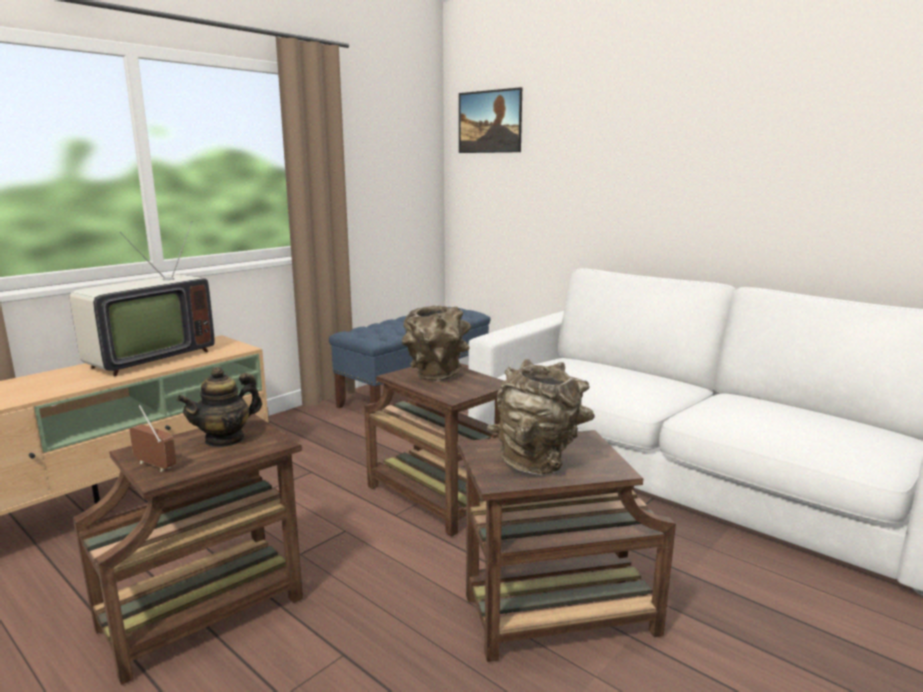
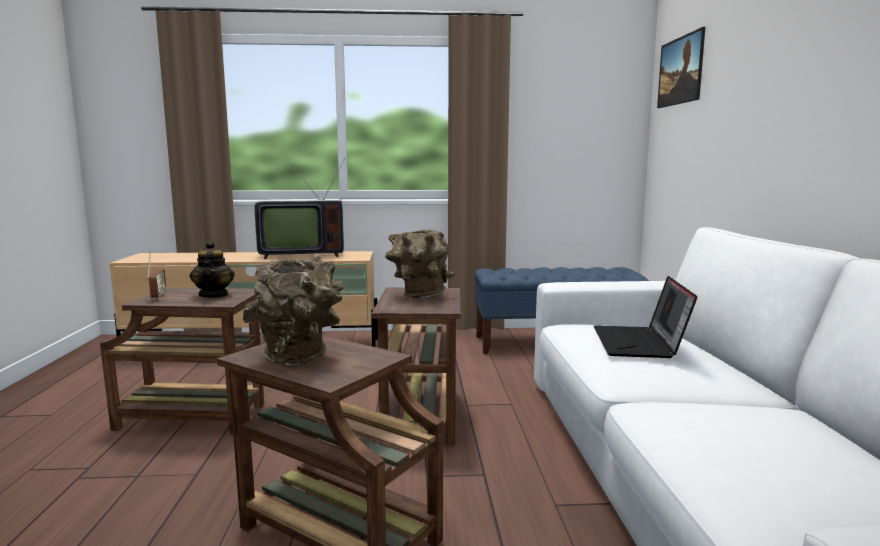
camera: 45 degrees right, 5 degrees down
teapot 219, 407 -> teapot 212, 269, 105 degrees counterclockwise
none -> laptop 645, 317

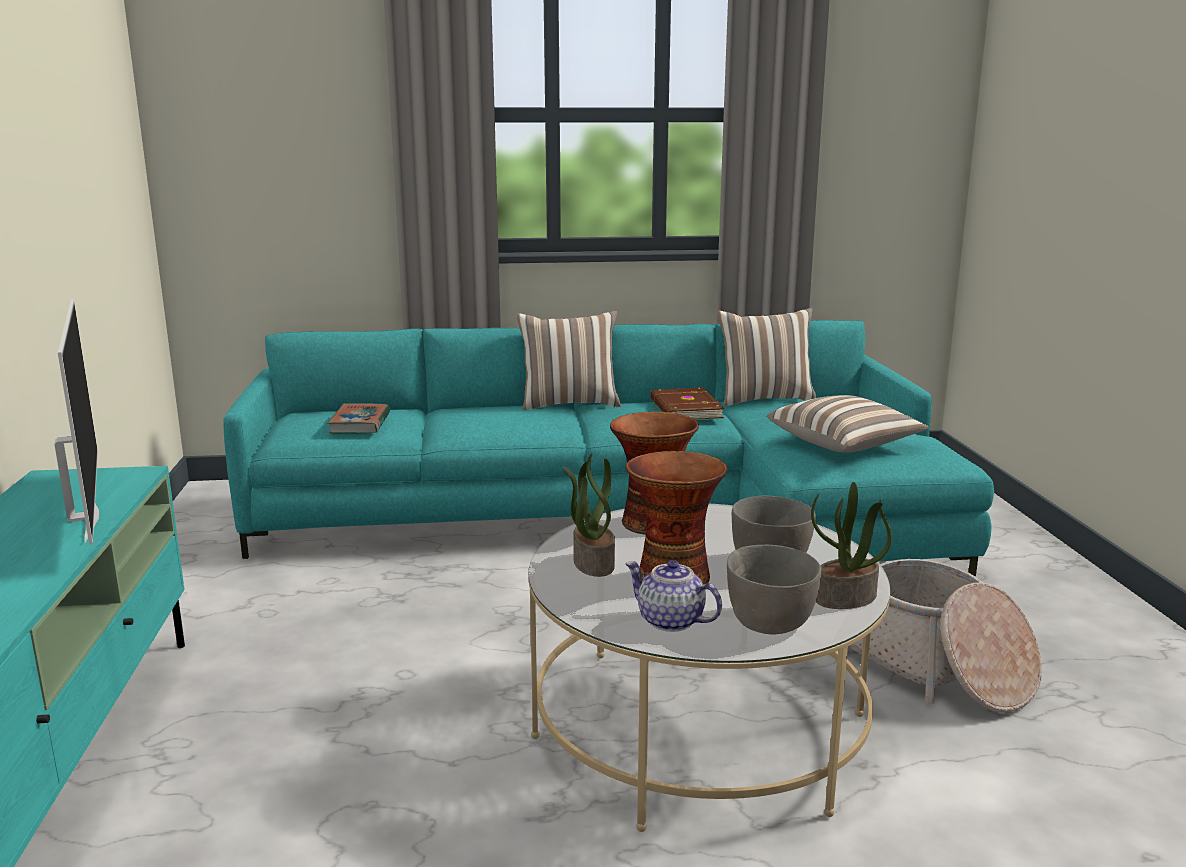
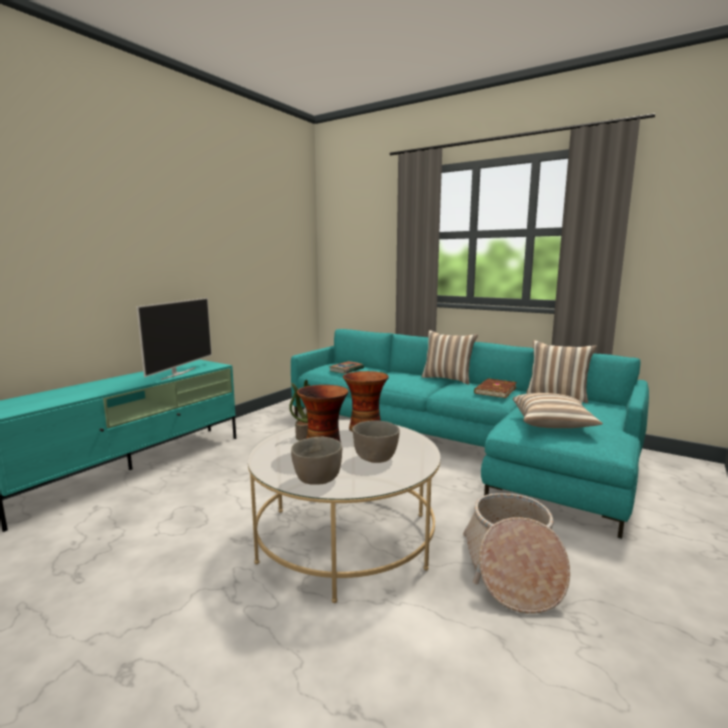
camera: 40 degrees right, 5 degrees down
teapot 673, 596 -> none
potted plant 851, 545 -> none

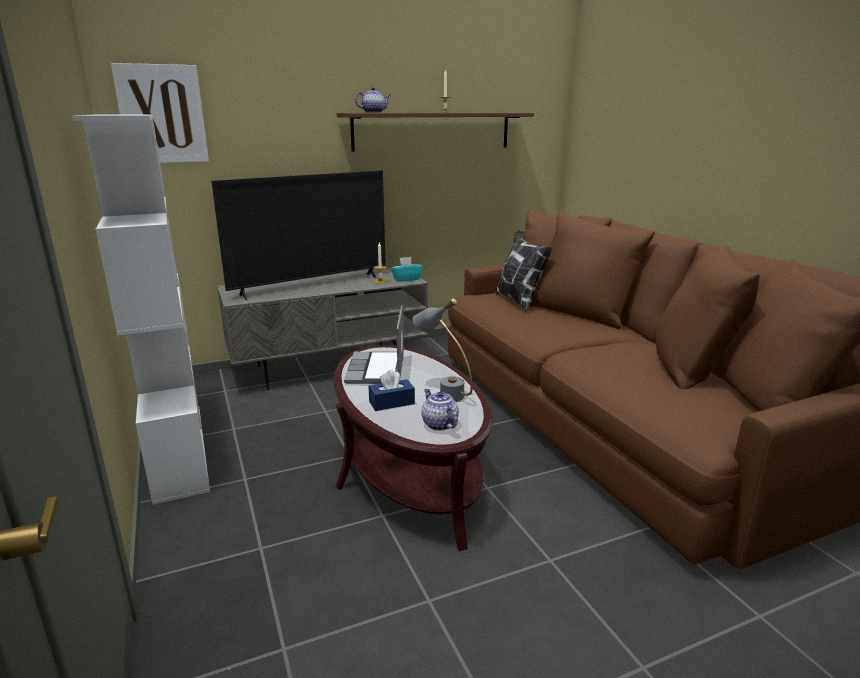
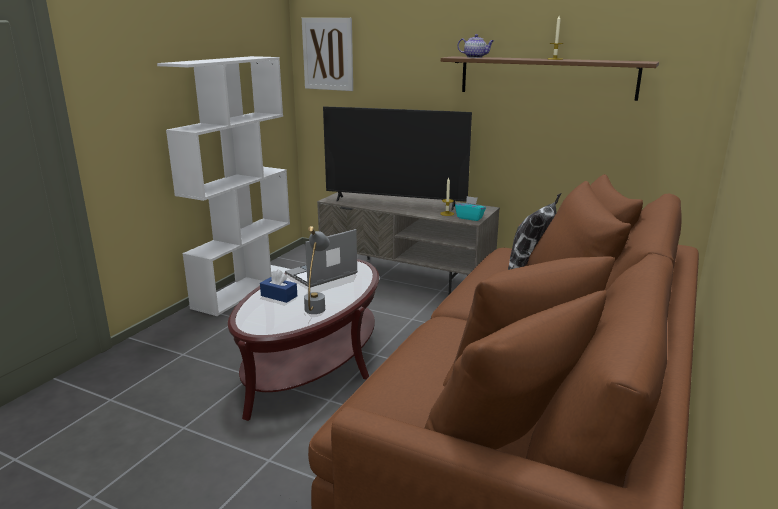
camera: 50 degrees right, 0 degrees up
teapot 440, 410 -> none

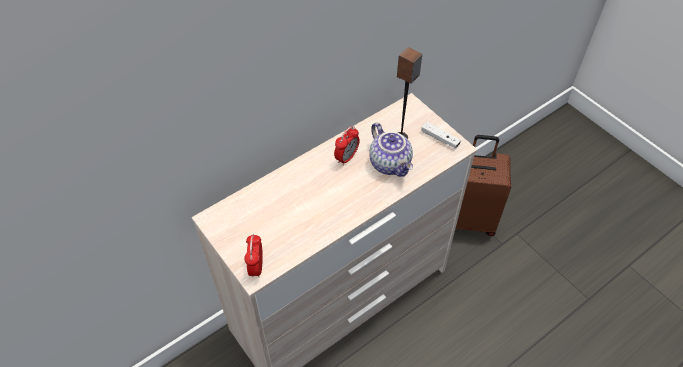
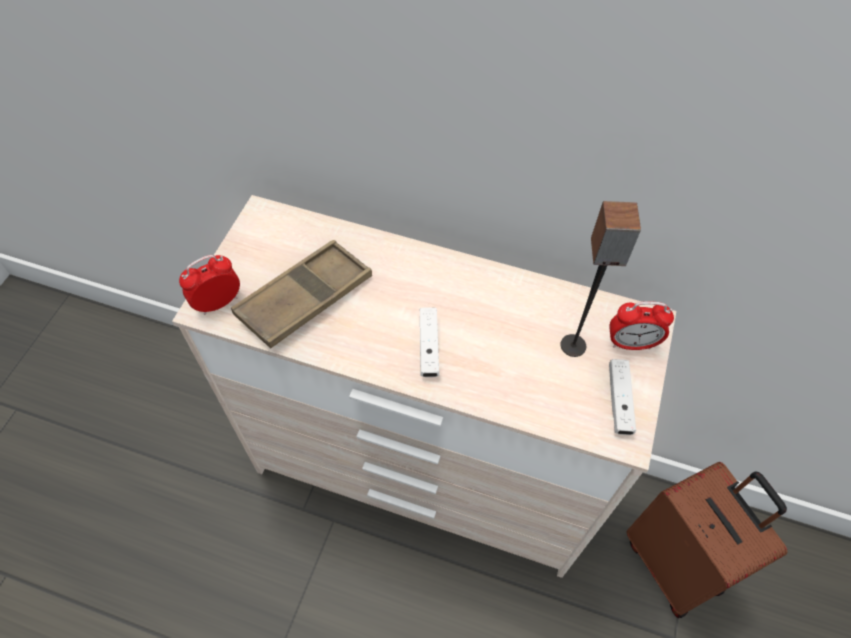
camera: 55 degrees right, 5 degrees up
none -> tray (brown) 301, 294
none -> game controller (white) 429, 342
alarm clock 347, 145 -> alarm clock 641, 325, move
teapot 391, 150 -> none

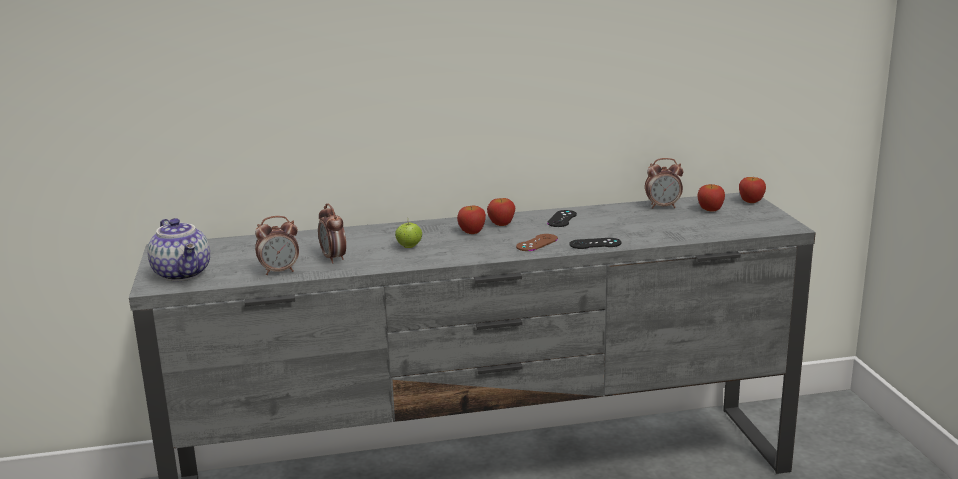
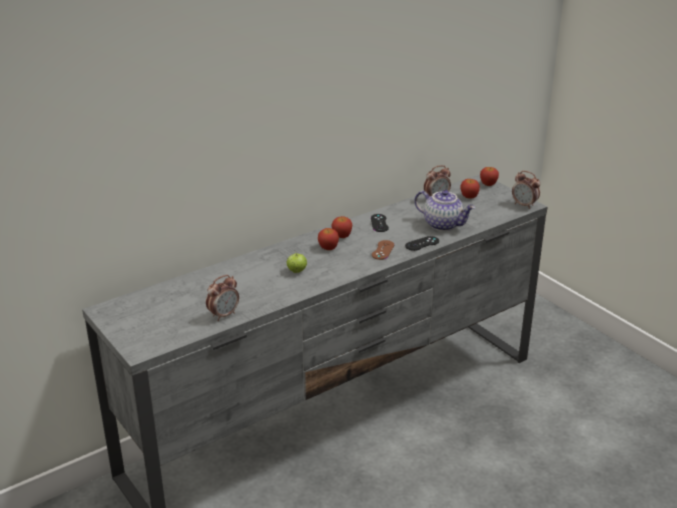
camera: 25 degrees left, 10 degrees up
teapot 178, 249 -> teapot 444, 210, move
alarm clock 332, 233 -> alarm clock 526, 190, move

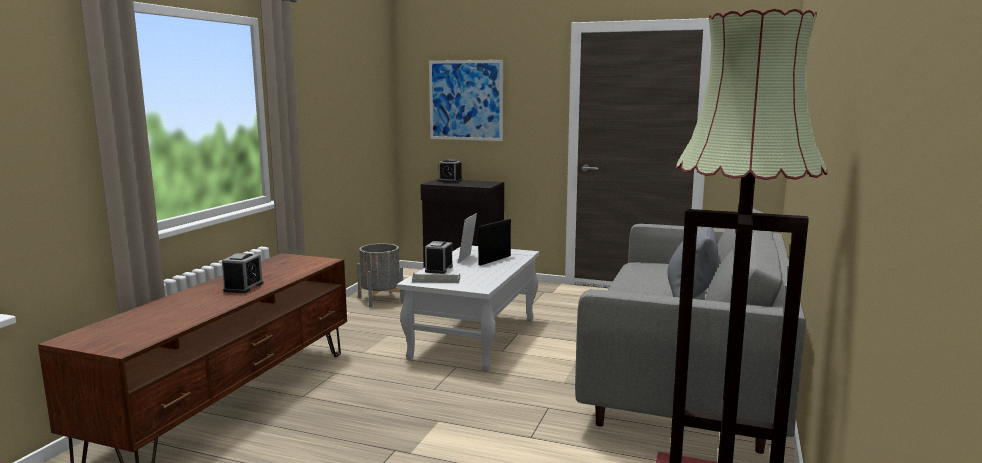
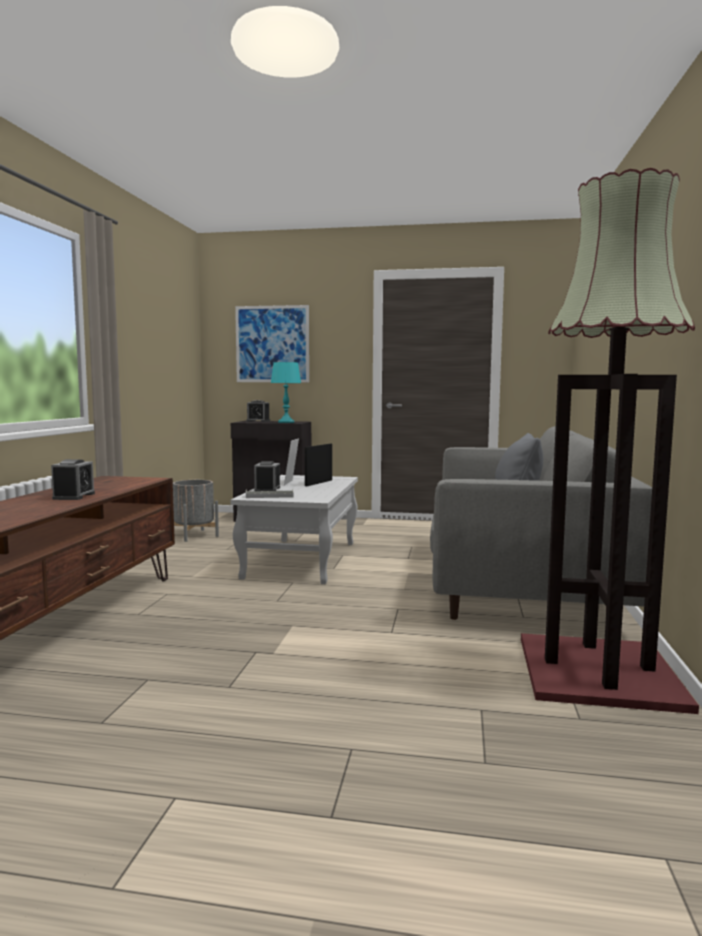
camera: 10 degrees left, 5 degrees down
none -> table lamp (turquoise) 286, 392

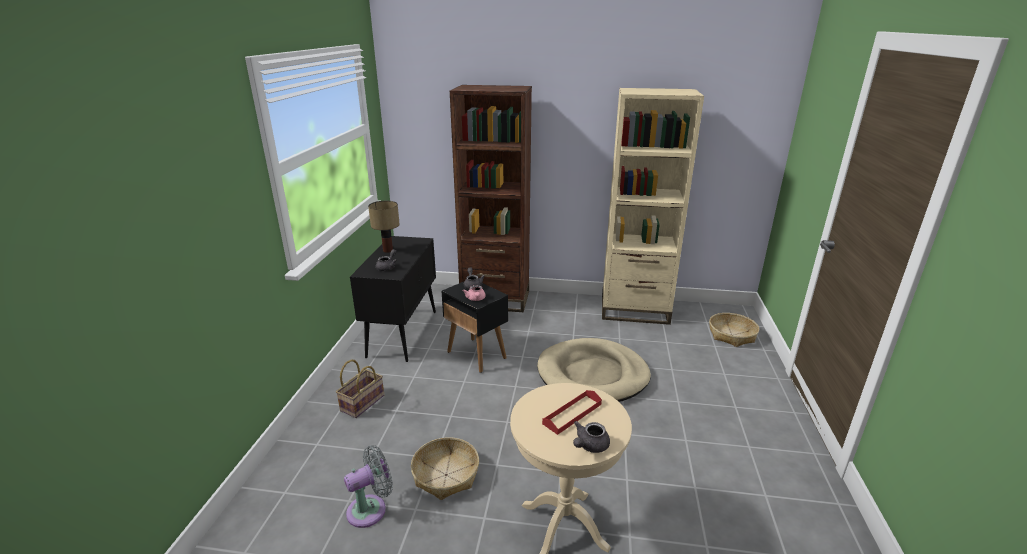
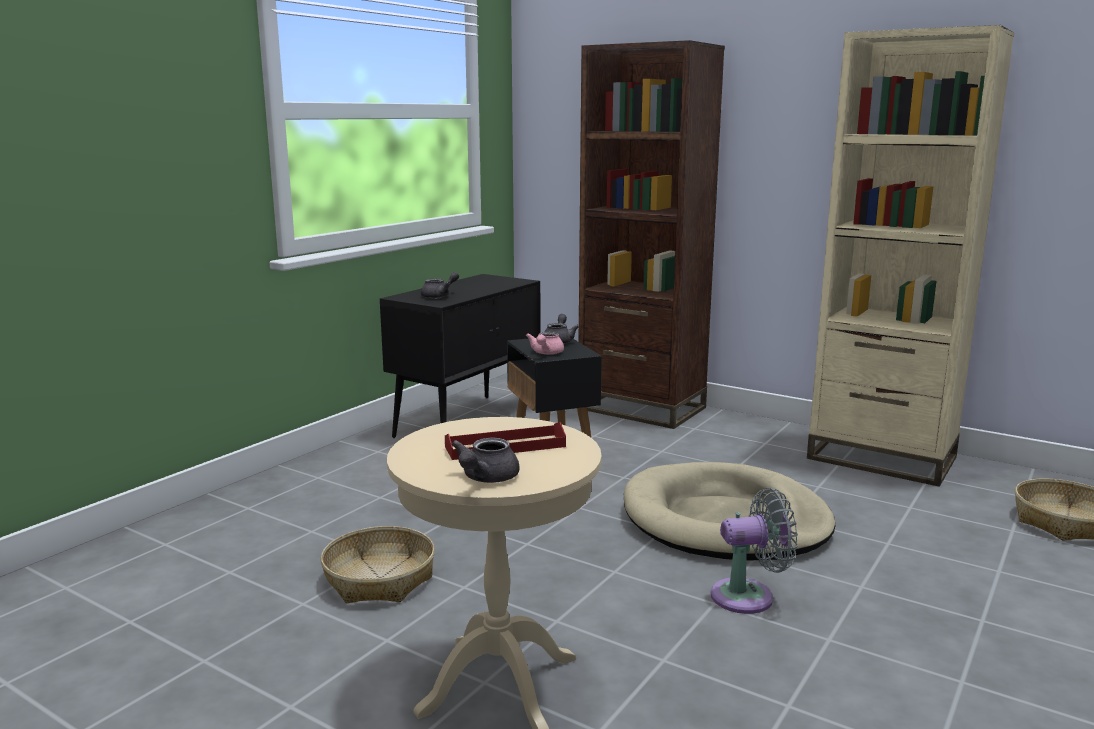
camera: 25 degrees right, 10 degrees down
teapot (grey) 591, 437 -> teapot (grey) 485, 460, 45 degrees counterclockwise
fan (grey) 368, 486 -> fan (grey) 754, 551, move
basket 360, 389 -> none
table lamp 384, 227 -> none

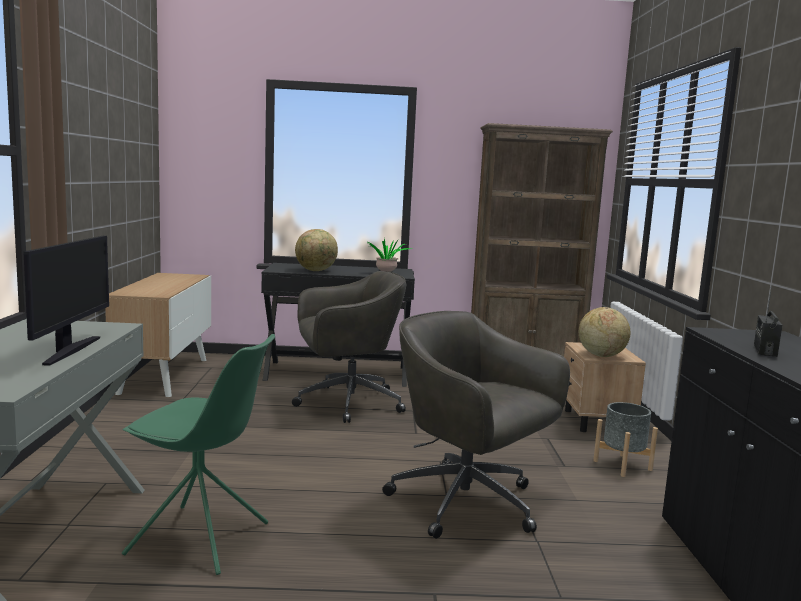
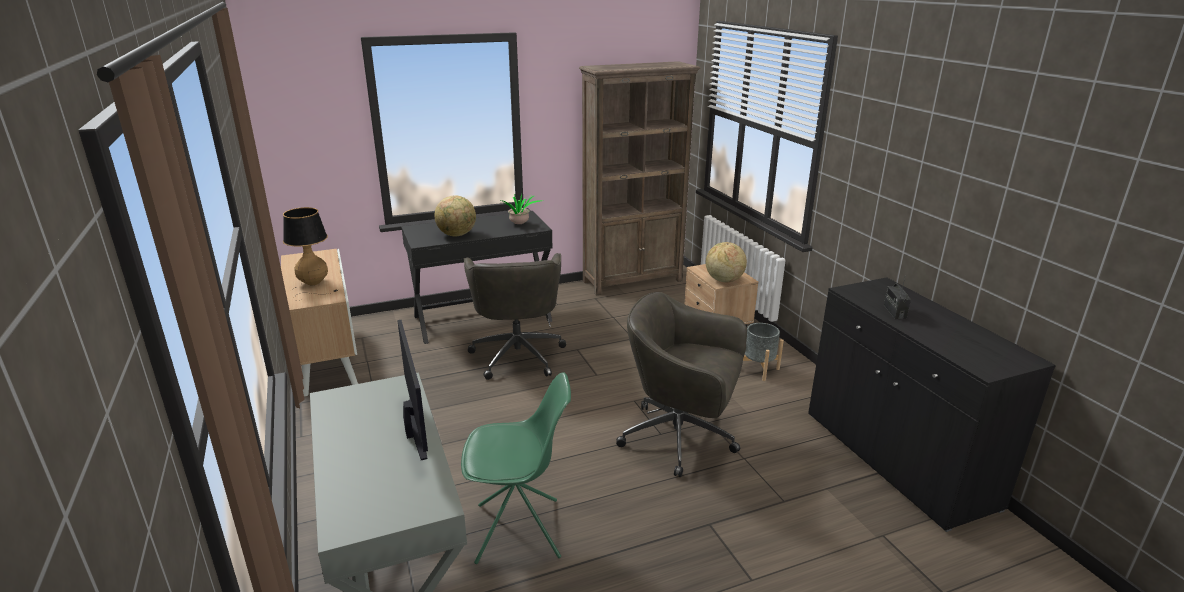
camera: 20 degrees left, 15 degrees up
none -> table lamp 310, 254
office chair (grey) 349, 347 -> office chair (grey) 515, 316, 120 degrees clockwise

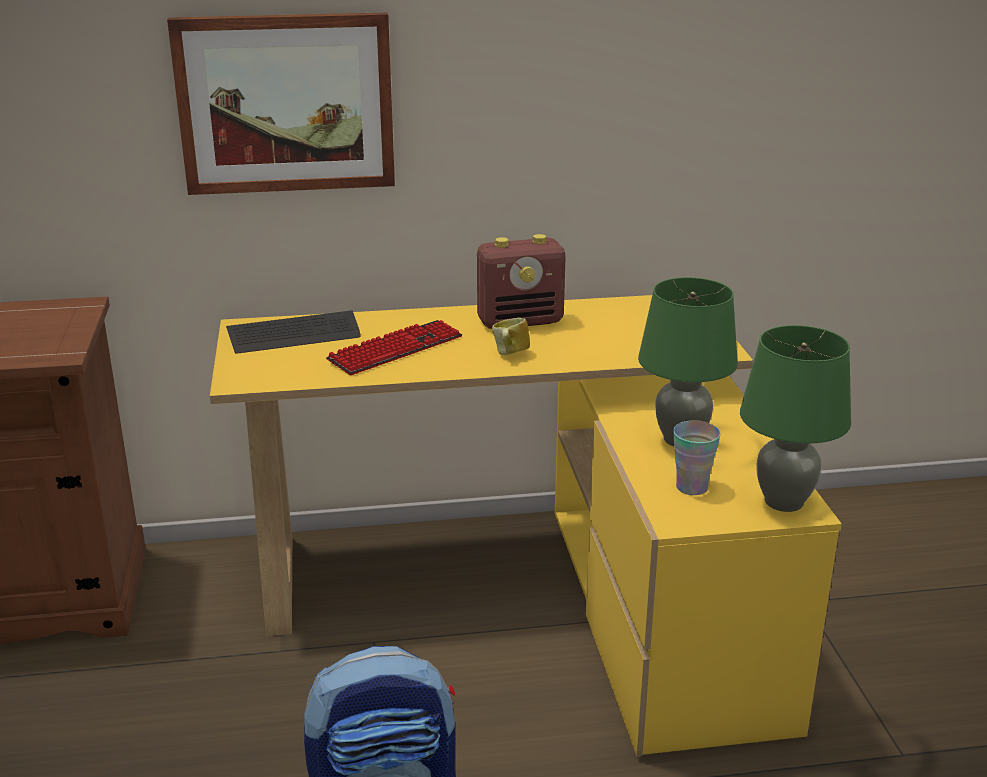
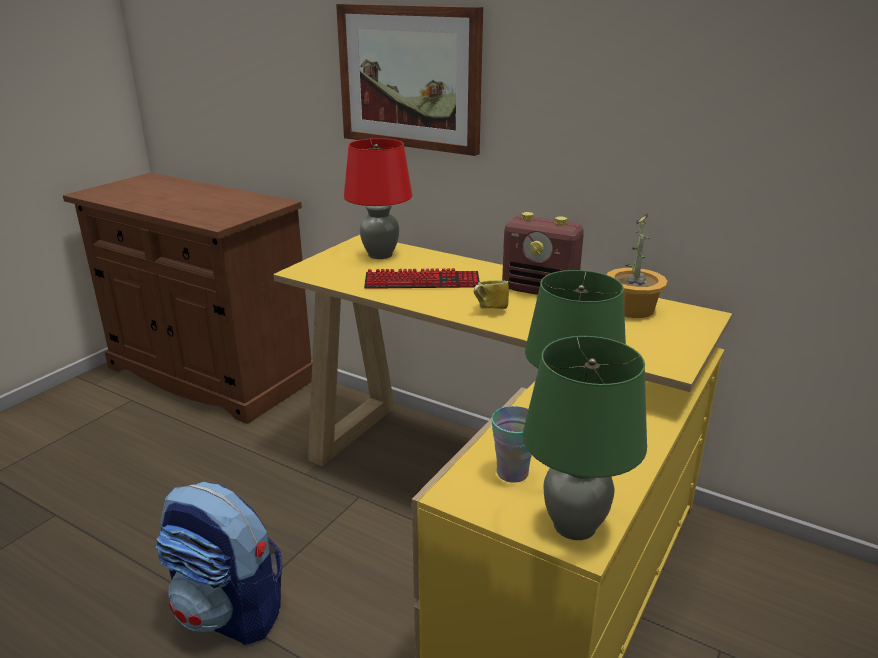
camera: 40 degrees right, 0 degrees up
keyboard 293, 332 -> table lamp (red) 378, 198
none -> potted plant 637, 265

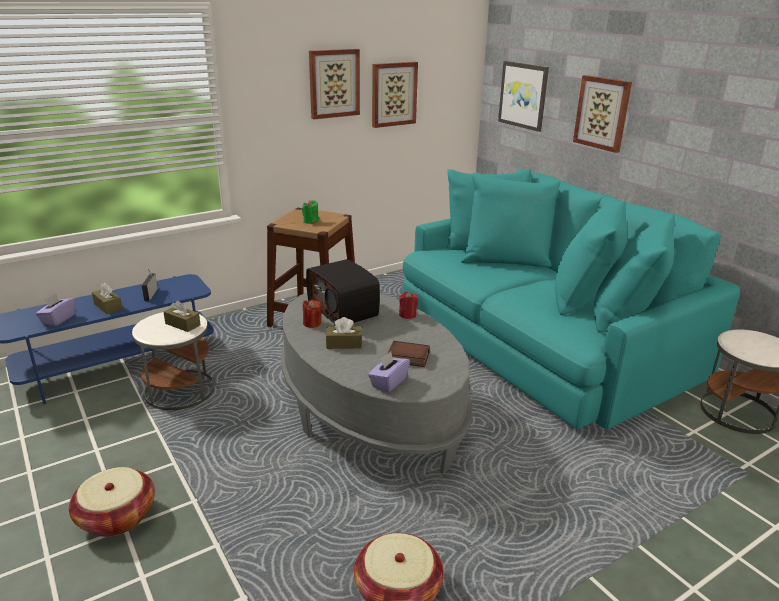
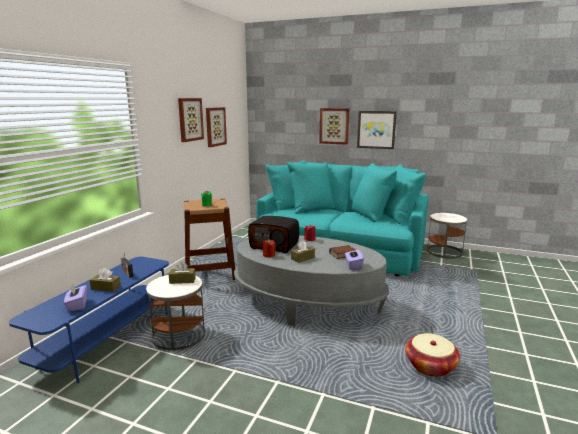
camera: 35 degrees left, 10 degrees down
picture 523, 96 -> picture 377, 130, move
basket 112, 502 -> none

